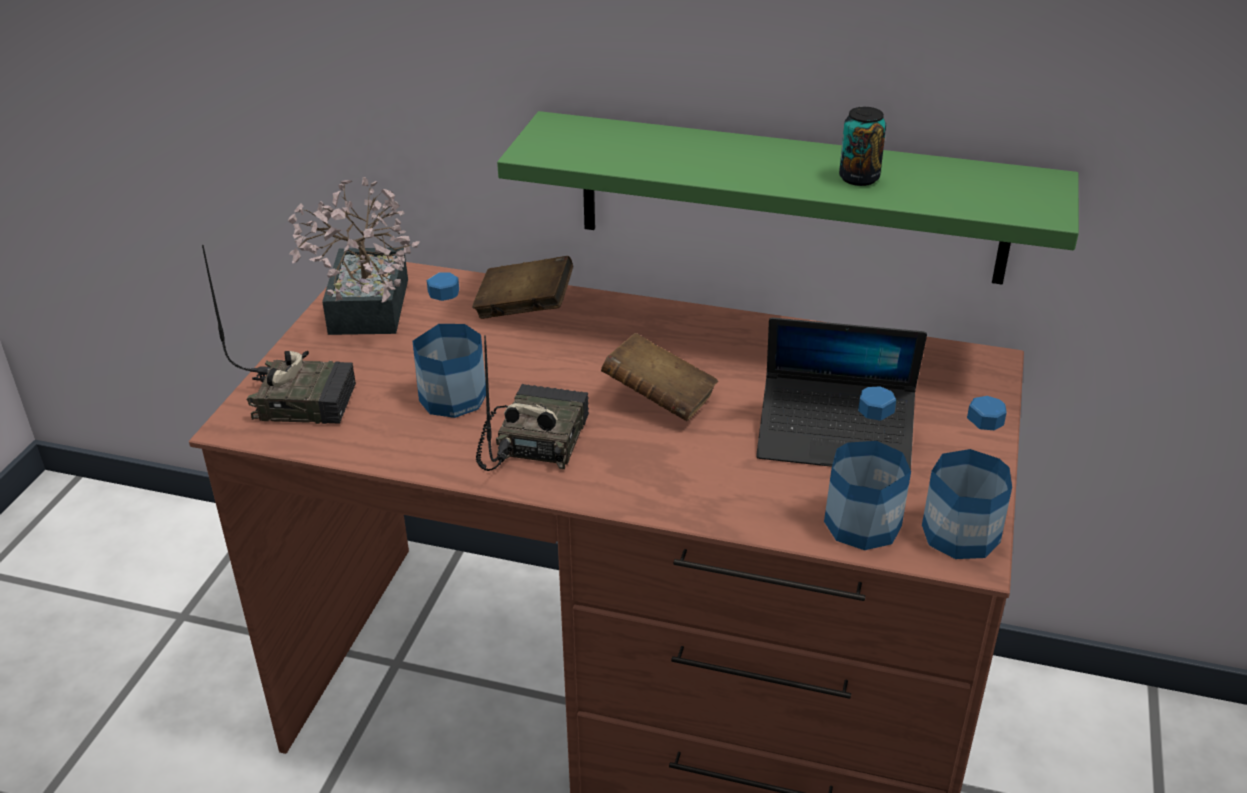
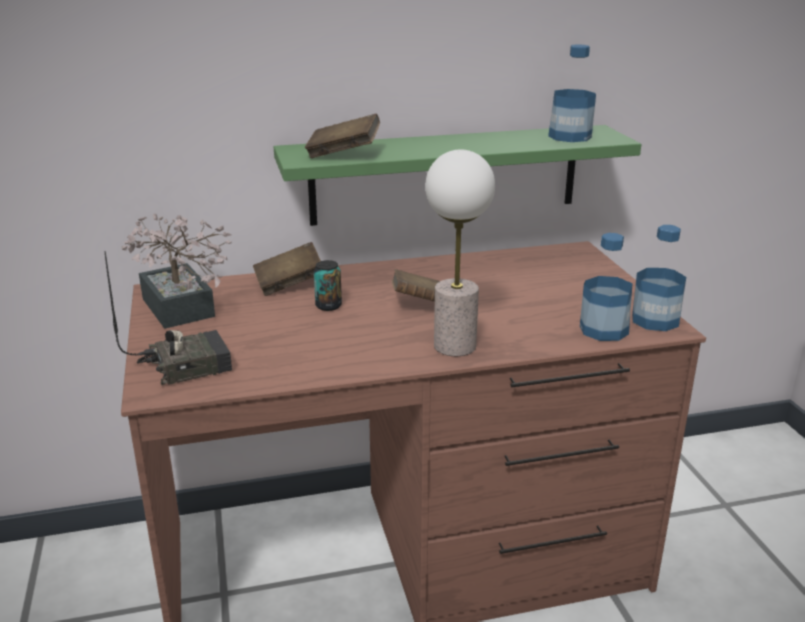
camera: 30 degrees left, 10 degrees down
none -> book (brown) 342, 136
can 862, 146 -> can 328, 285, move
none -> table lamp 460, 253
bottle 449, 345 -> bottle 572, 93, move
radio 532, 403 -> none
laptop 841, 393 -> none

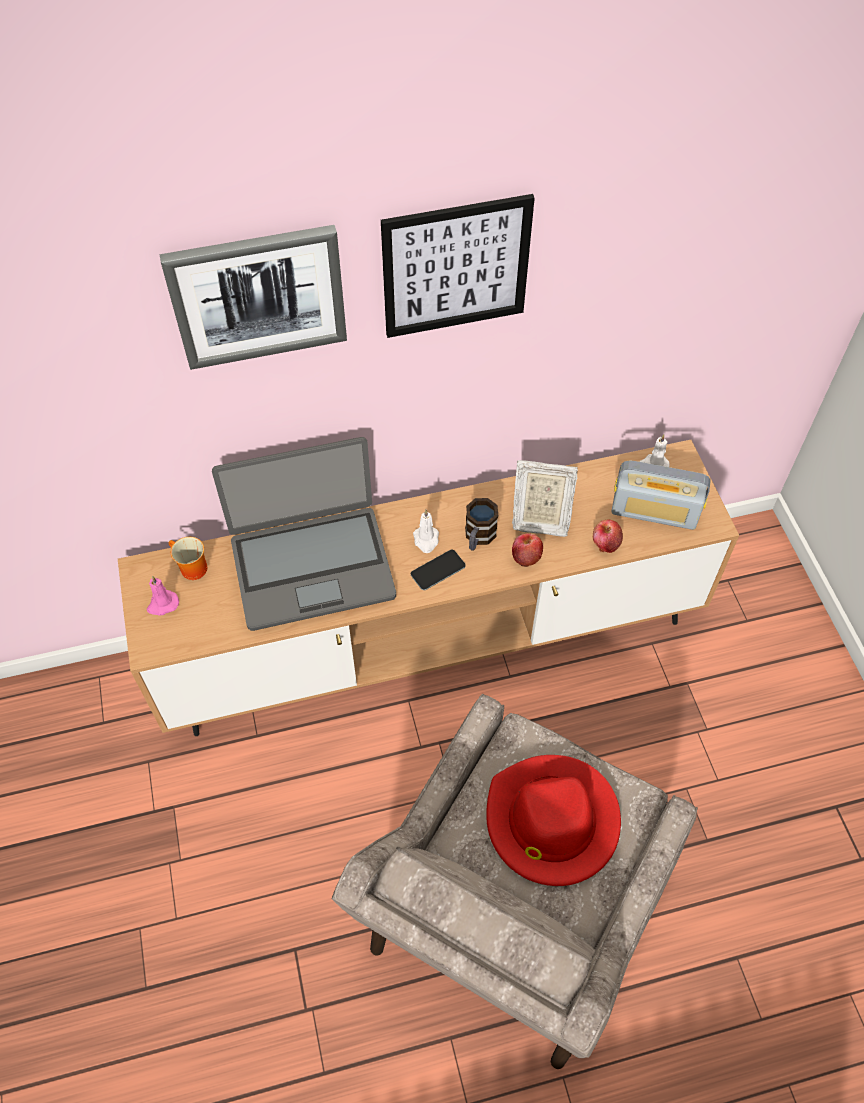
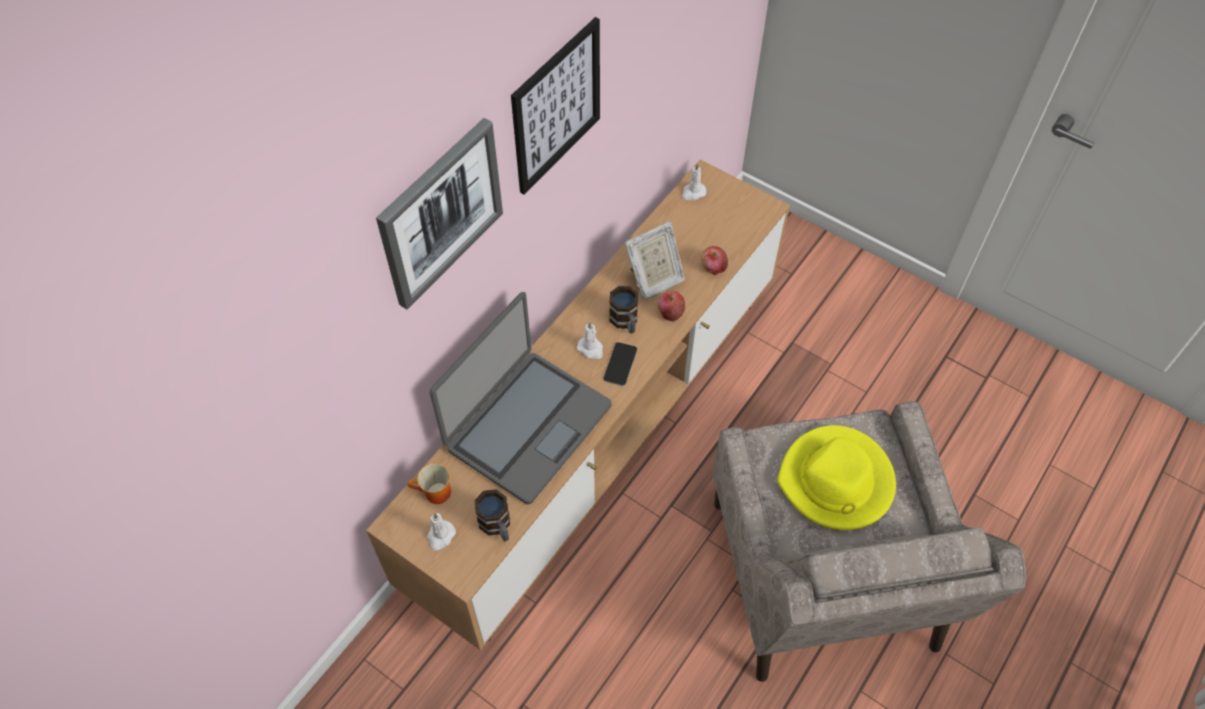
camera: 40 degrees left, 0 degrees up
candle (pink) 163, 596 -> candle (white) 441, 532
none -> mug 492, 515
hat (red) 553, 820 -> hat (yellow) 836, 477
radio 661, 495 -> none

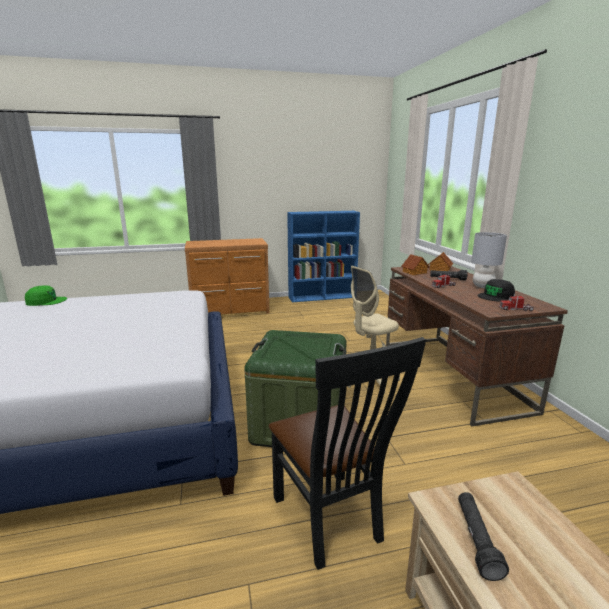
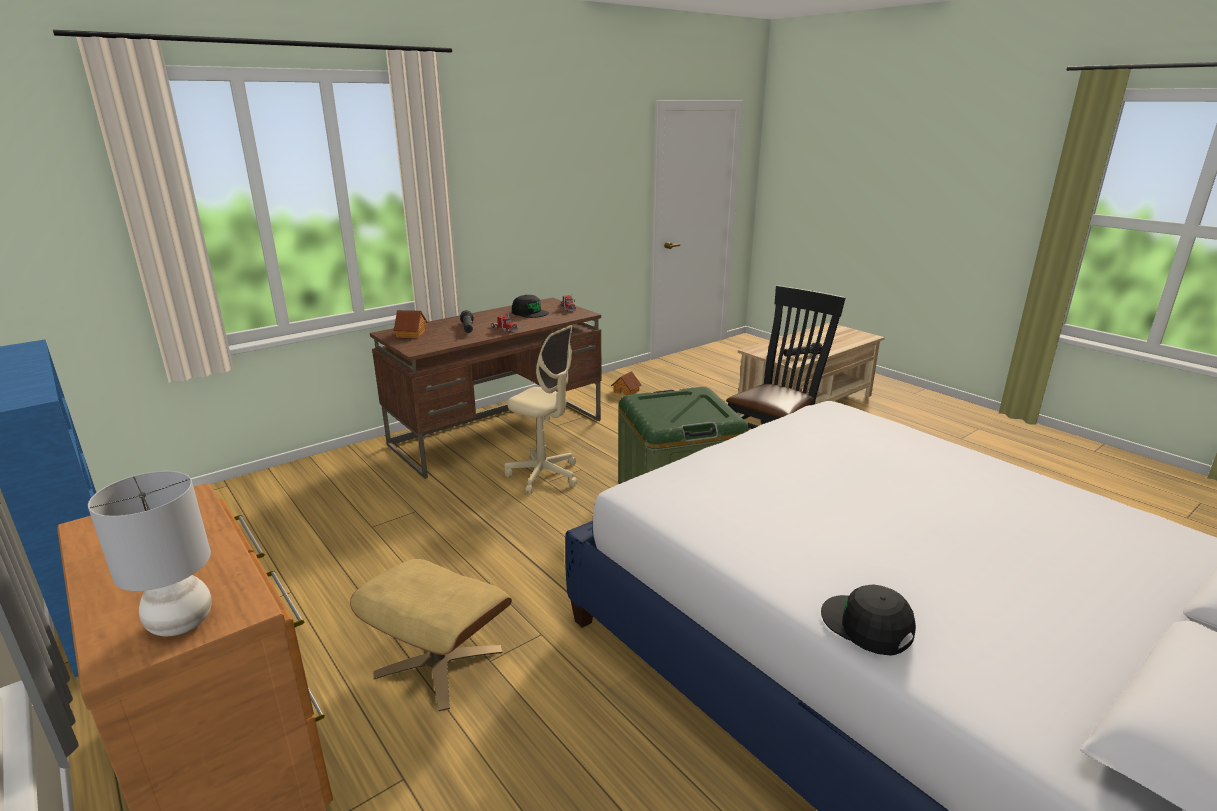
camera: 115 degrees left, 5 degrees up
table lamp (grey) 489, 260 -> table lamp (grey) 150, 553, move
none -> ottoman (beige) 431, 635
toy house 415, 264 -> toy house 626, 383, move
cap (green) 46, 296 -> cap (black) 868, 620

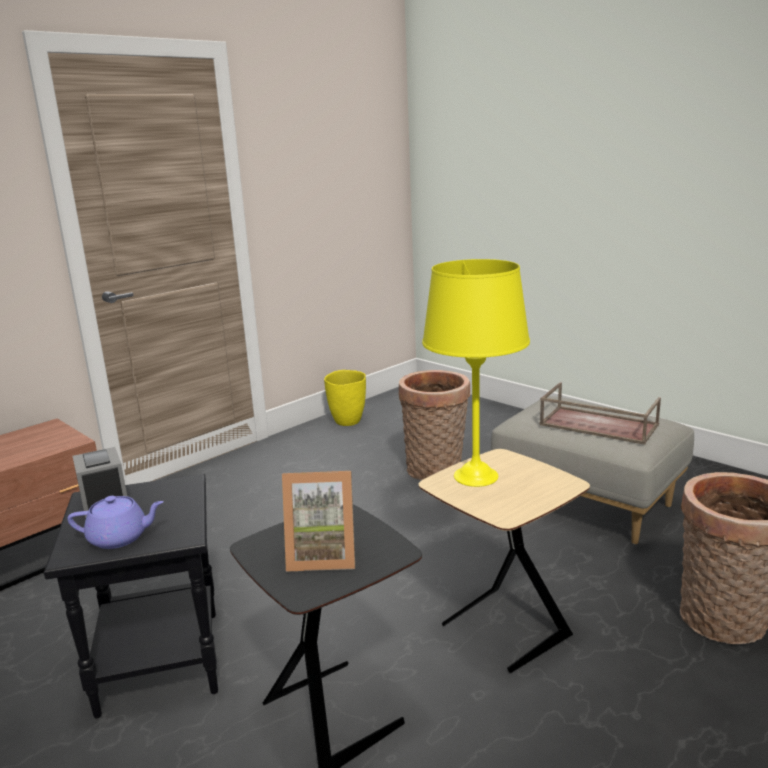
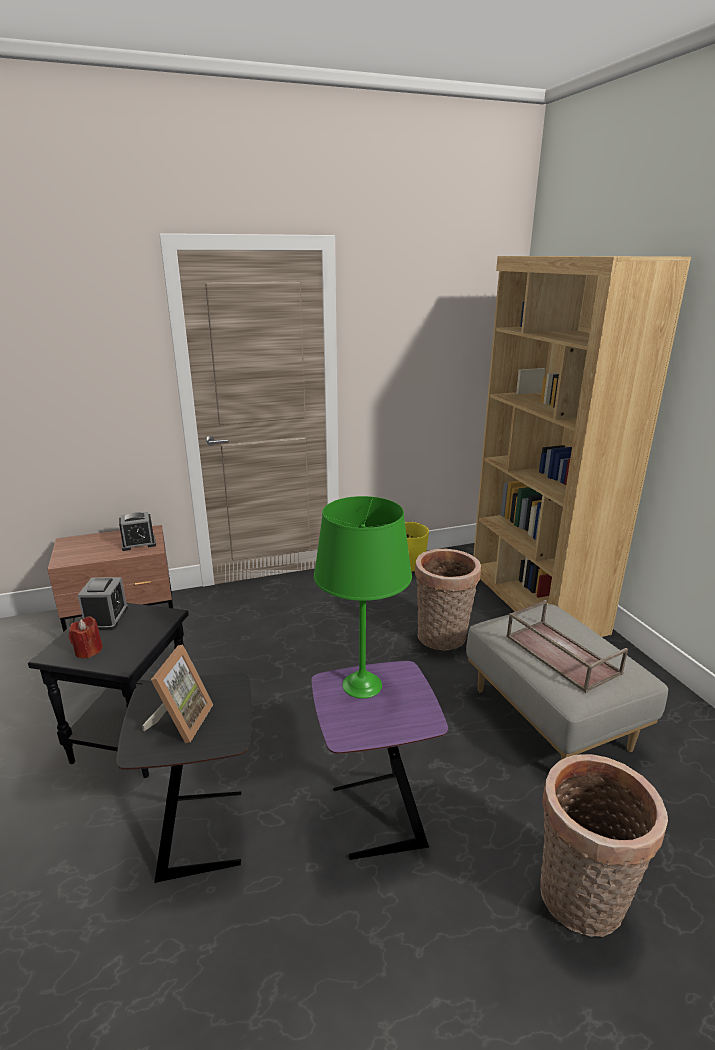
camera: 25 degrees right, 5 degrees up
teapot (purple) 115, 522 -> candle (red) 86, 637
none -> alarm clock 137, 531
picture frame 318, 521 -> picture frame 177, 694, 105 degrees counterclockwise
side table (beige) 504, 561 -> side table (purple) 379, 760
table lamp (yellow) 476, 373 -> table lamp (green) 363, 597
none -> bookcase (brown) 582, 446

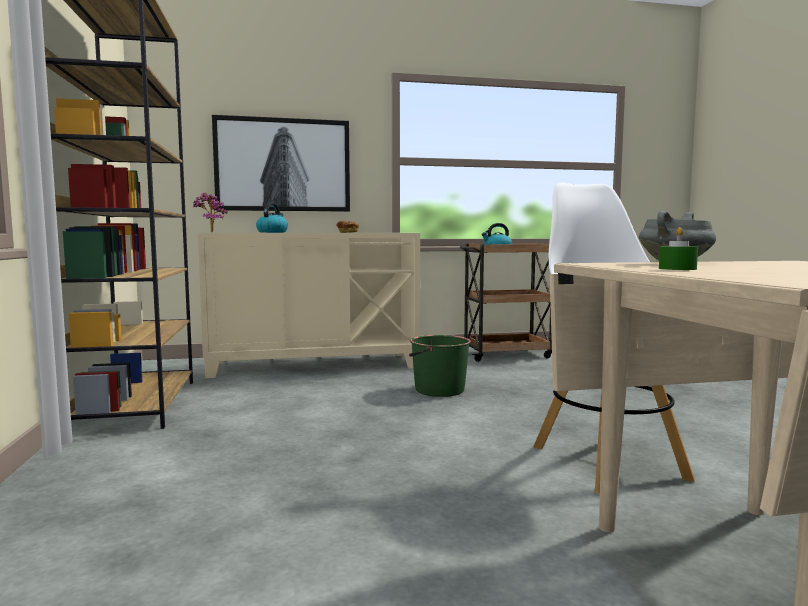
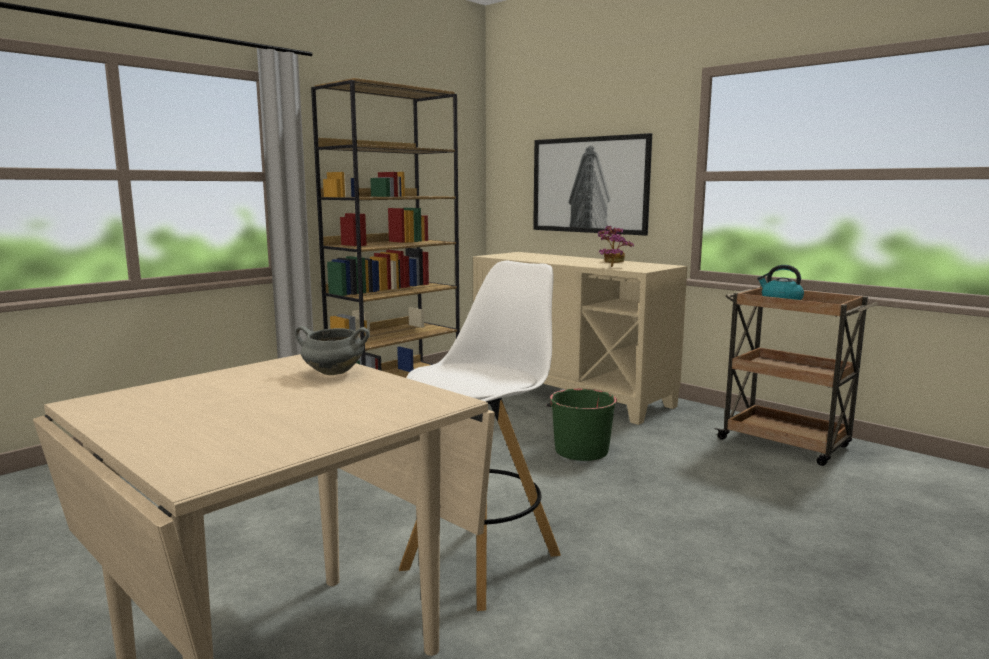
camera: 55 degrees right, 5 degrees up
potted plant 210, 212 -> potted plant 616, 246, move
kettle 272, 217 -> none
candle (green) 678, 248 -> none

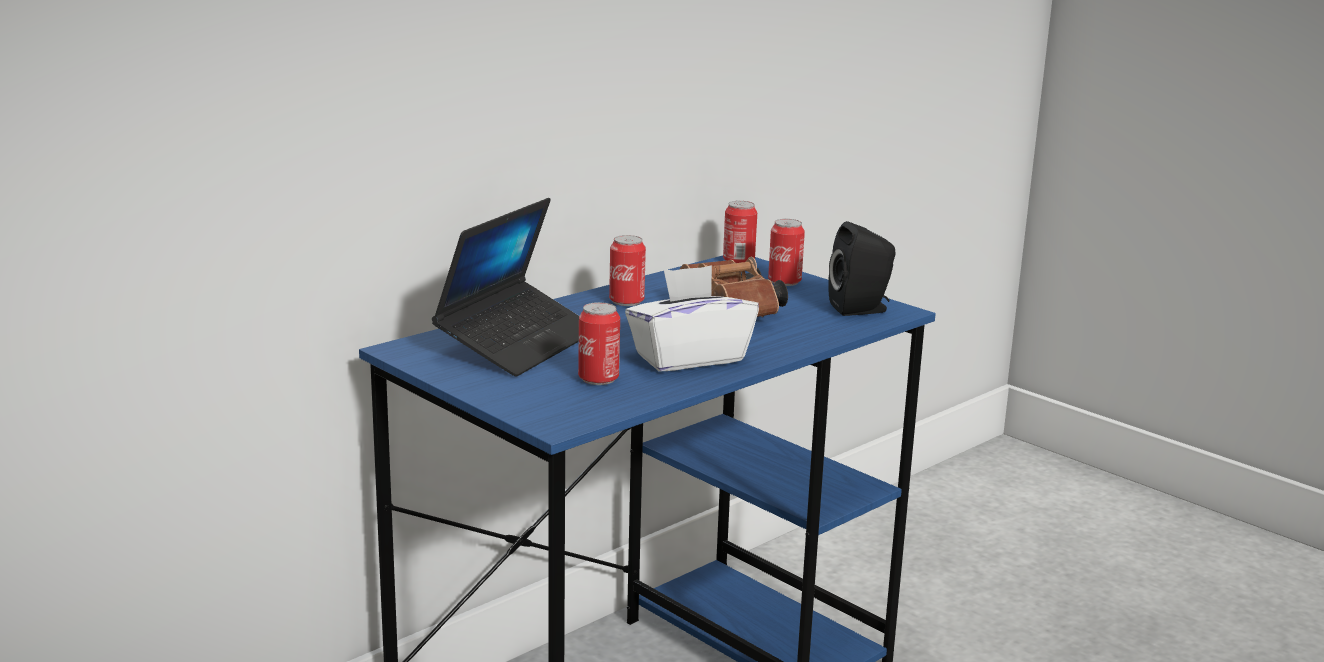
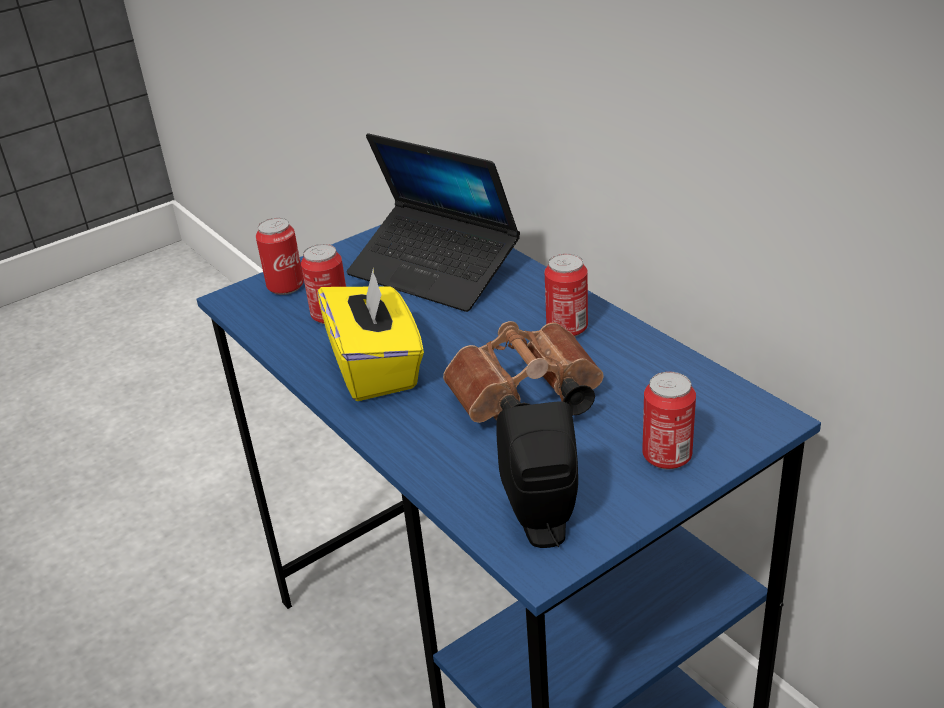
camera: 100 degrees right, 15 degrees up
can 740, 232 -> can 280, 256, move
tissue box (white) 692, 318 -> tissue box (yellow) 371, 334

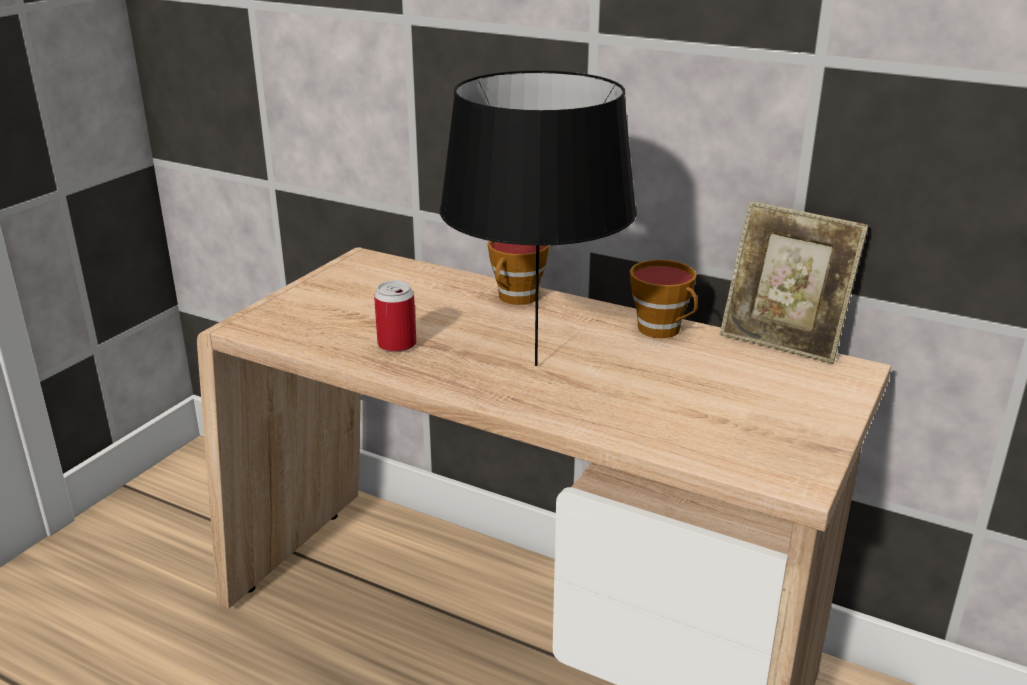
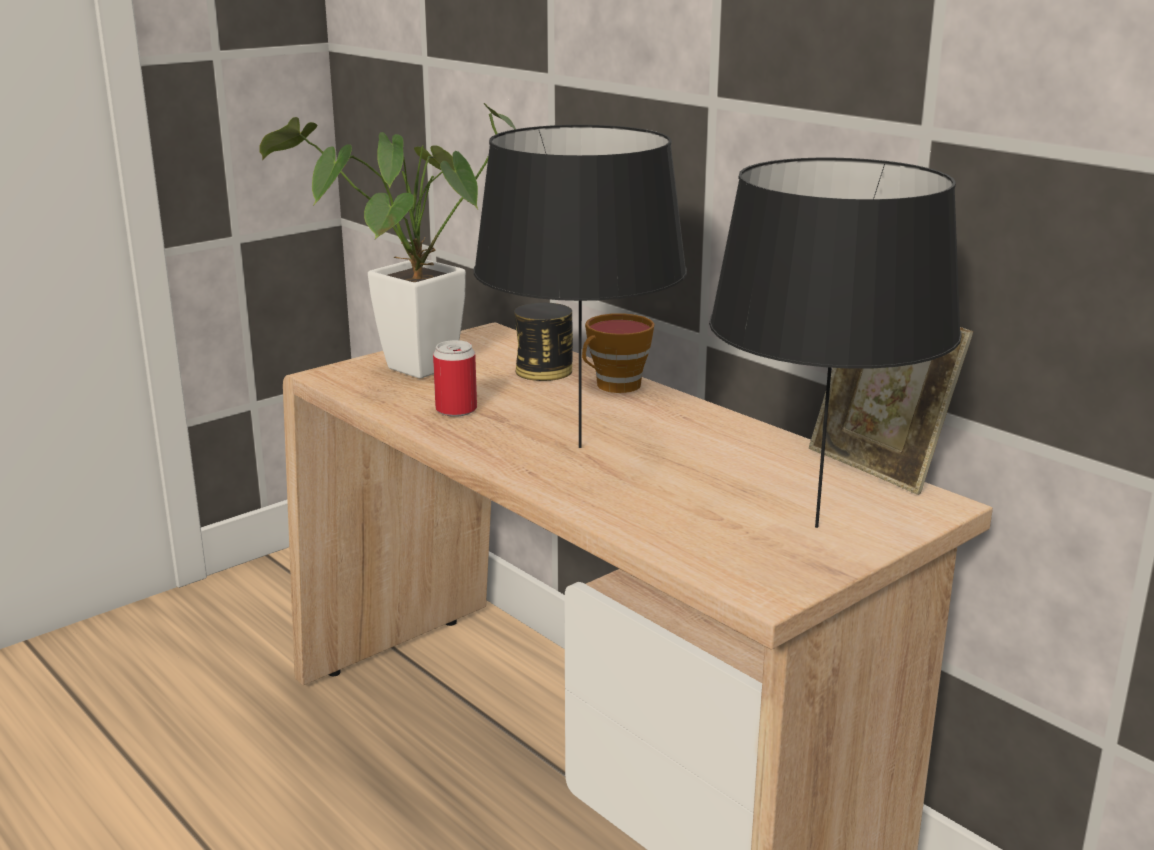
camera: 20 degrees right, 5 degrees down
none -> potted plant 387, 241
none -> can 543, 342
none -> table lamp (black) 835, 343
cup 663, 299 -> none

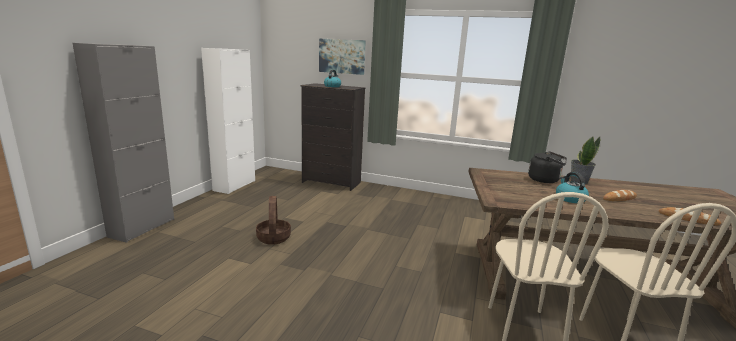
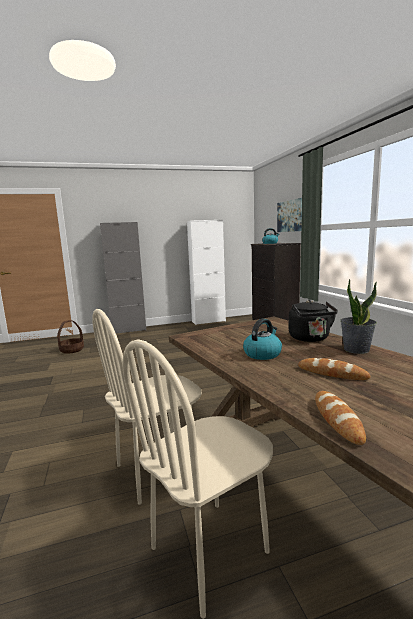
camera: 55 degrees right, 5 degrees down
basket 273, 220 -> basket 70, 337, move

